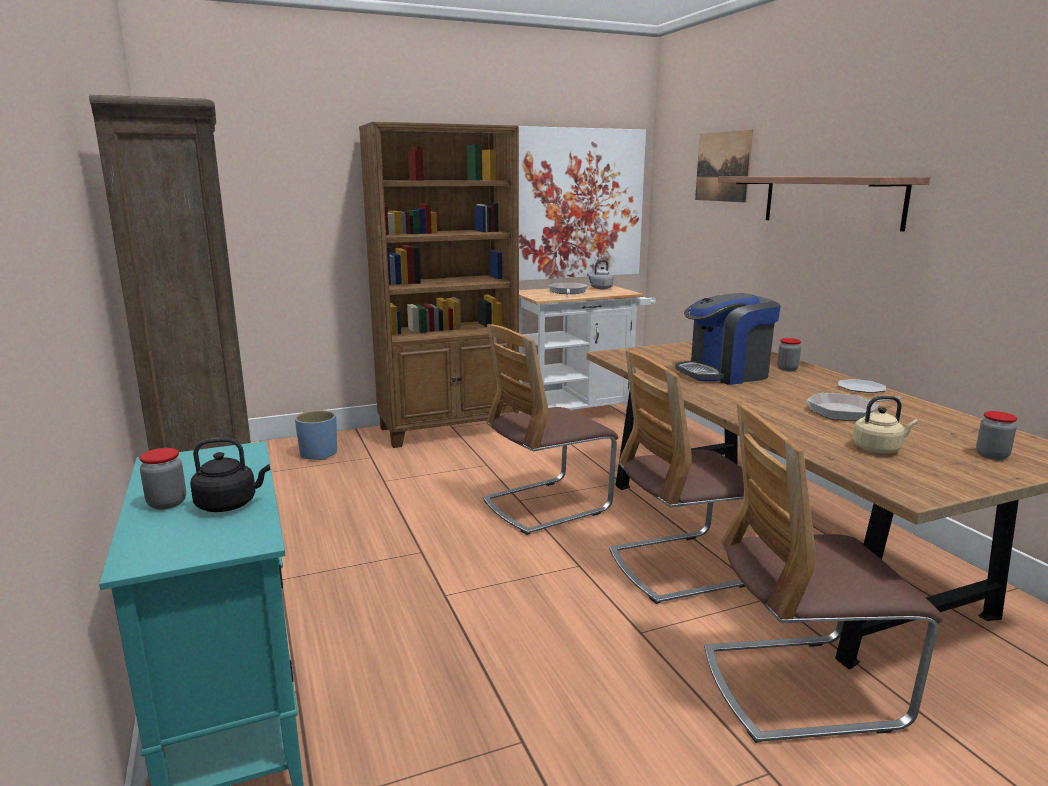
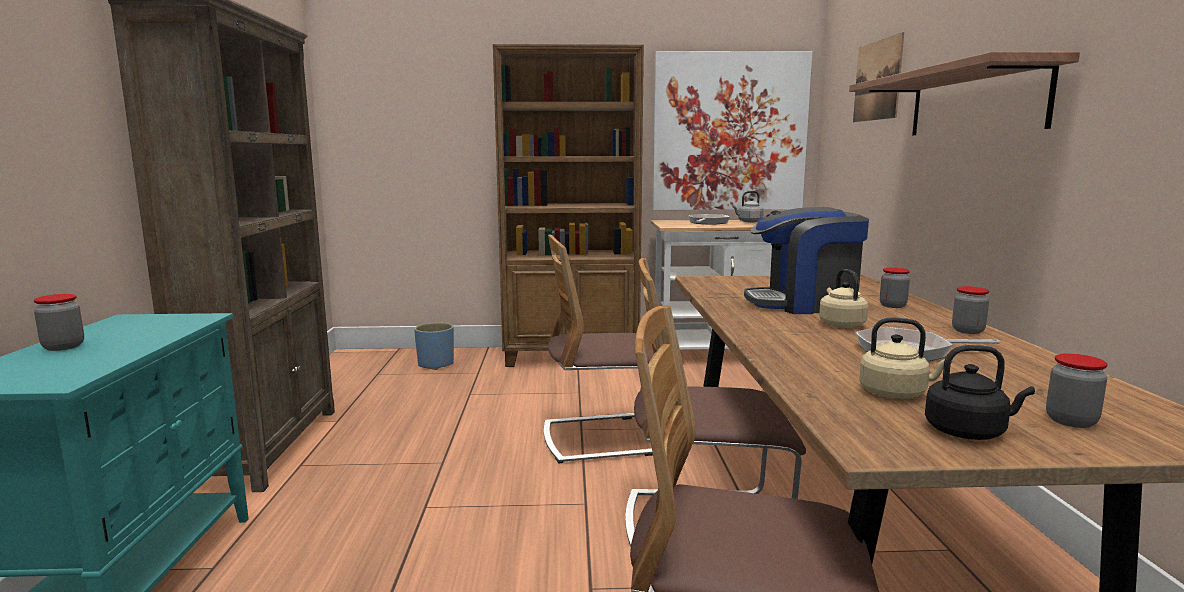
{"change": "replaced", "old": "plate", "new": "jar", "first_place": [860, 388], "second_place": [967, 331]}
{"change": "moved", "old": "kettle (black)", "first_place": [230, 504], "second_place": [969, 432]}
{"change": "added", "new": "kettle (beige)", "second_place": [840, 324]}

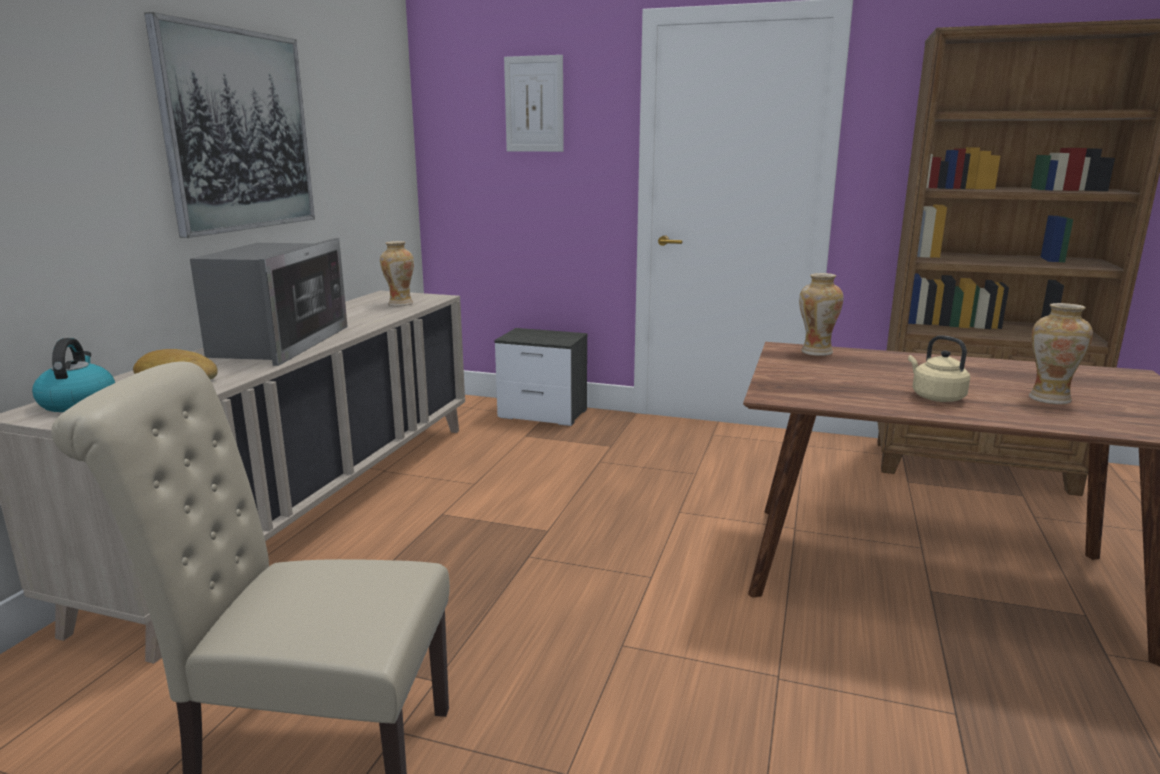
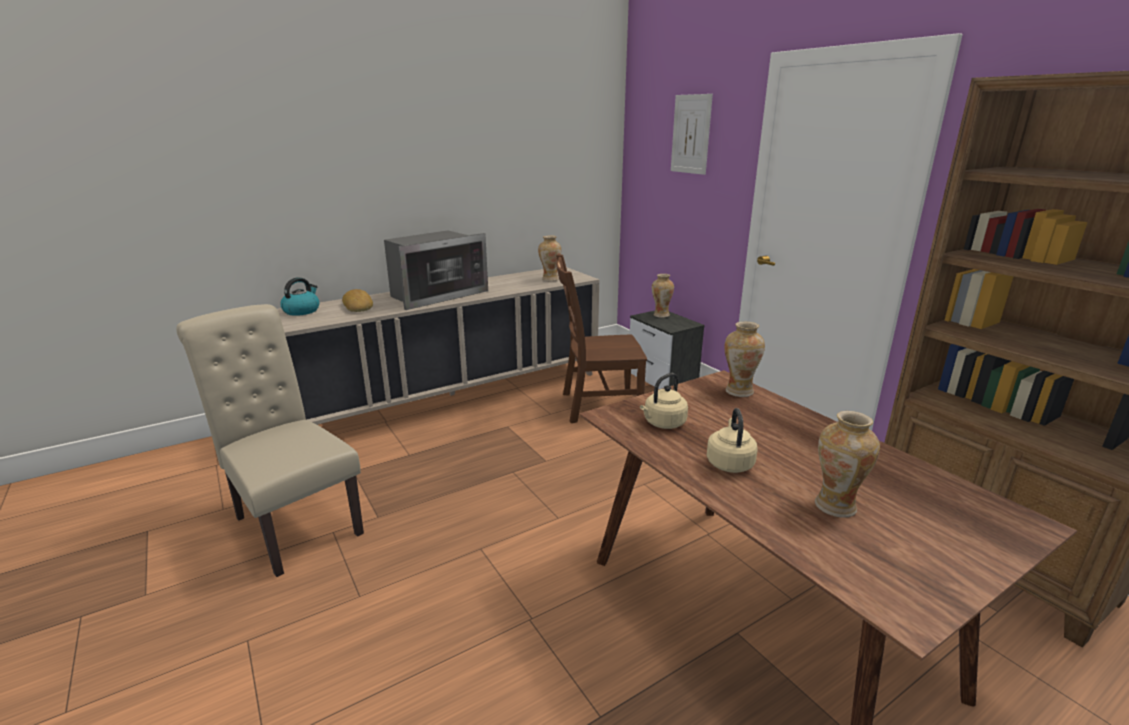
{"change": "removed", "old": "picture", "first_place": [238, 131]}
{"change": "added", "new": "chair (brown)", "second_place": [597, 406]}
{"change": "added", "new": "vase", "second_place": [660, 315]}
{"change": "added", "new": "kettle (beige)", "second_place": [663, 423]}

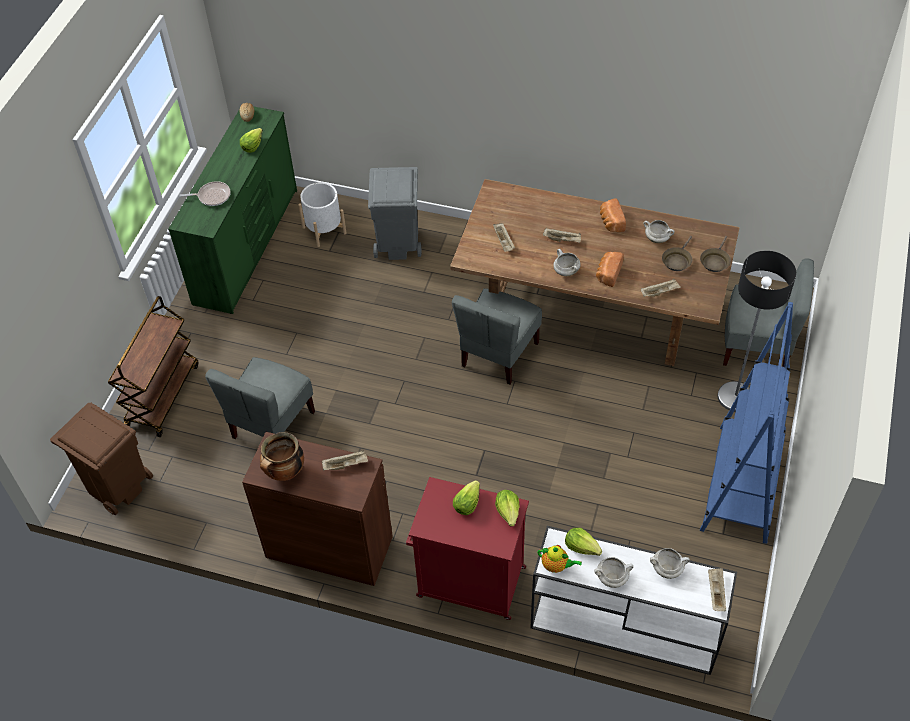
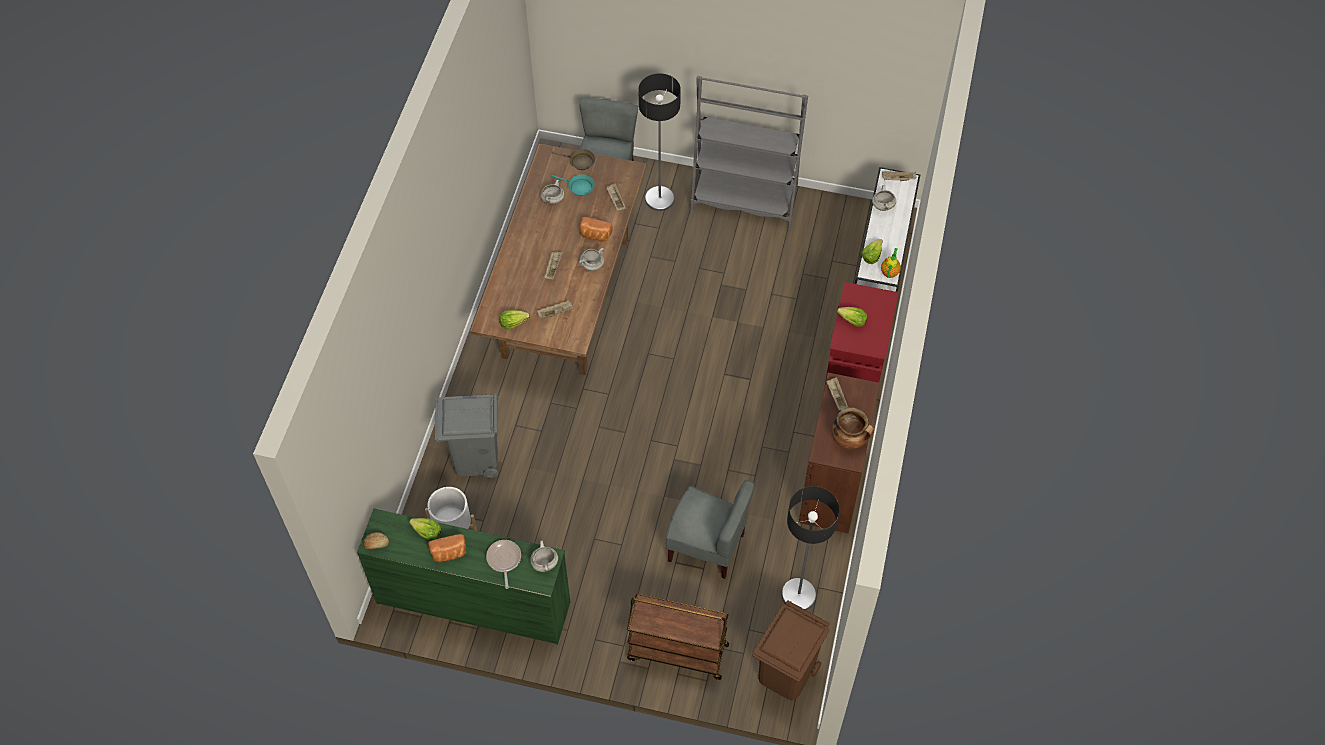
{"change": "moved", "old": "bread", "first_place": [610, 222], "second_place": [449, 554]}
{"change": "recoloured", "old": "frying pan (brown)", "new": "frying pan (turquoise)", "first_place": [677, 260], "second_place": [579, 187]}
{"change": "removed", "old": "chair (grey)", "first_place": [498, 354]}
{"change": "recoloured", "old": "bookcase (blue)", "new": "bookcase (grey)", "first_place": [742, 483], "second_place": [744, 200]}
{"change": "moved", "old": "lettuce", "first_place": [508, 512], "second_place": [513, 322]}
{"change": "moved", "old": "cooking pot (white)", "first_place": [612, 577], "second_place": [544, 563]}
{"change": "added", "new": "floor lamp", "second_place": [798, 595]}

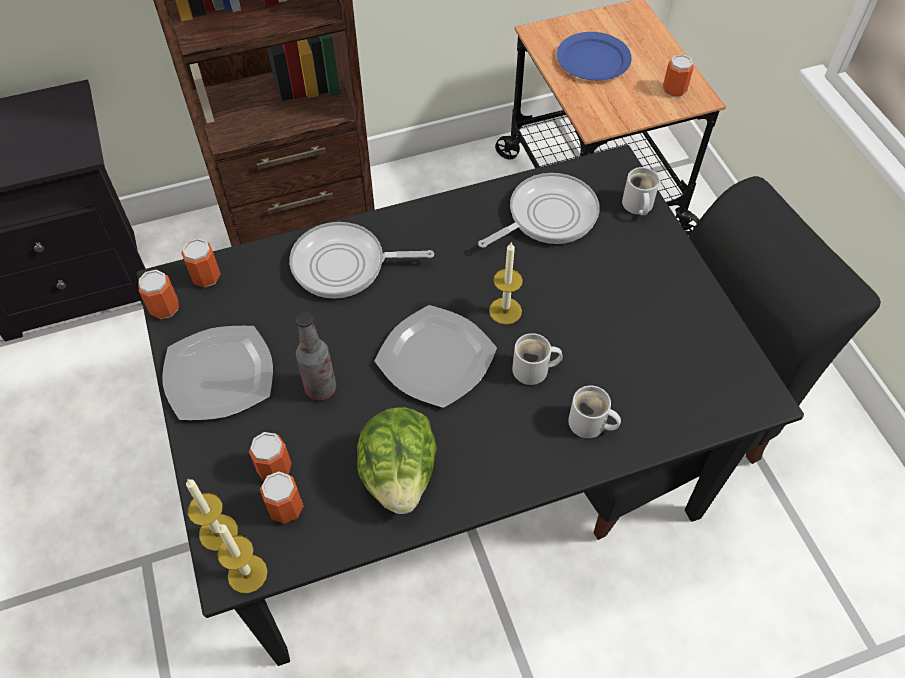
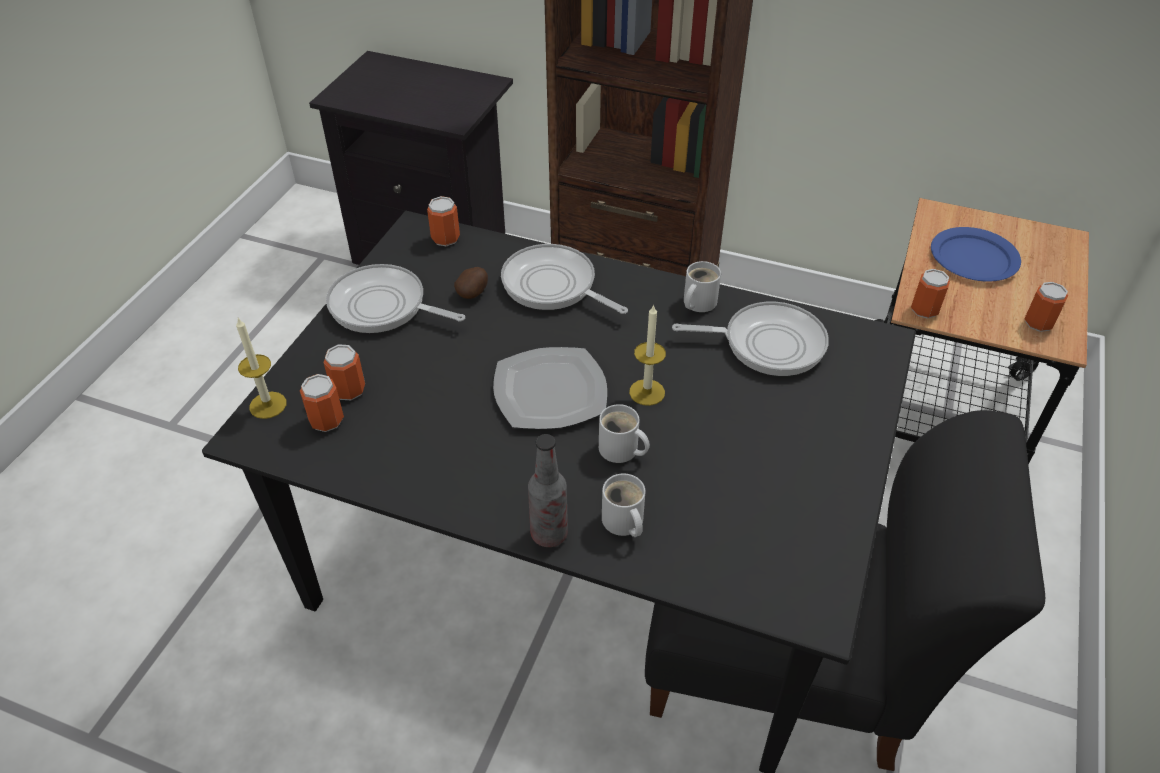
{"change": "moved", "old": "mug (white)", "first_place": [637, 205], "second_place": [697, 303]}
{"change": "moved", "old": "can", "first_place": [164, 308], "second_place": [924, 310]}
{"change": "moved", "old": "bottle", "first_place": [320, 388], "second_place": [549, 534]}
{"change": "replaced", "old": "plate", "new": "frying pan", "first_place": [220, 375], "second_place": [383, 307]}
{"change": "removed", "old": "lettuce", "first_place": [399, 475]}
{"change": "removed", "old": "candle", "first_place": [247, 574]}
{"change": "added", "new": "potato", "second_place": [473, 293]}

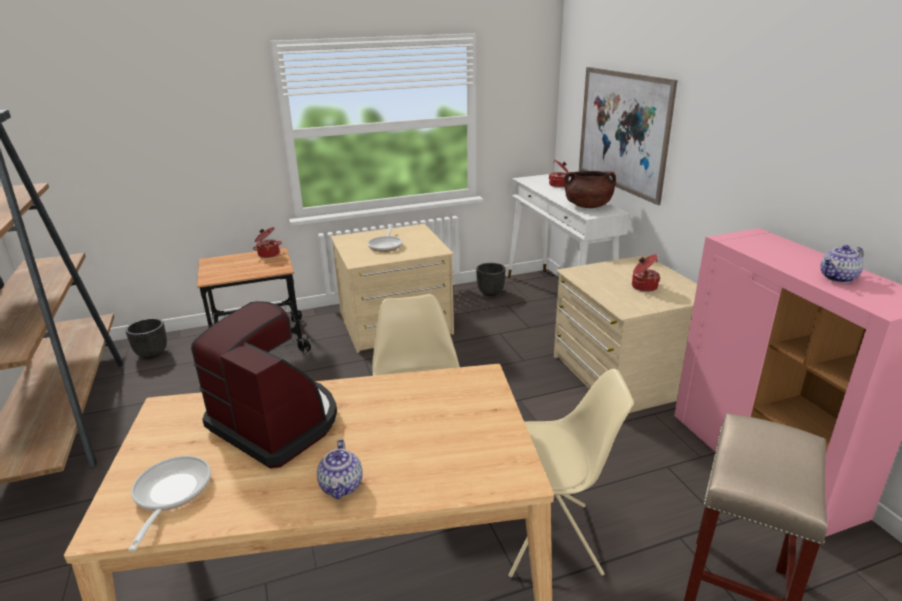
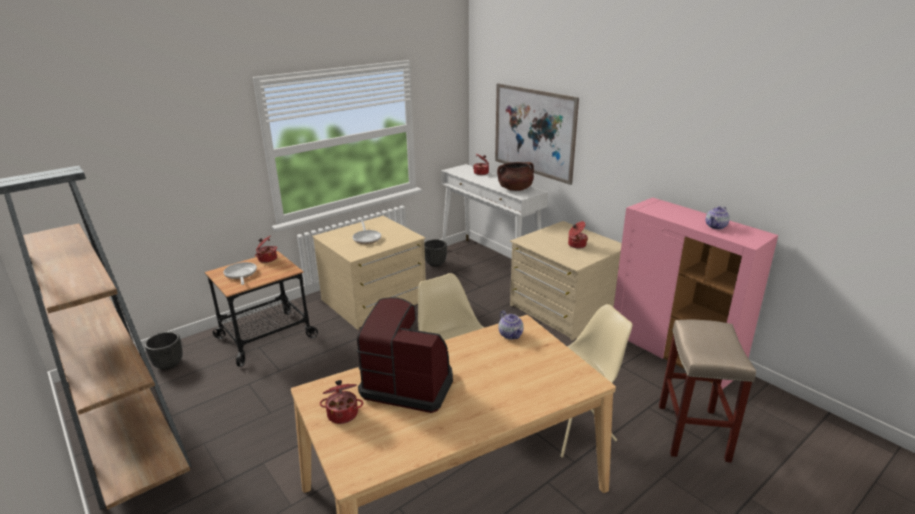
{"change": "moved", "old": "teapot", "first_place": [342, 486], "second_place": [511, 335]}
{"change": "moved", "old": "frying pan", "first_place": [170, 494], "second_place": [241, 275]}
{"change": "added", "new": "cooking pot", "second_place": [343, 413]}

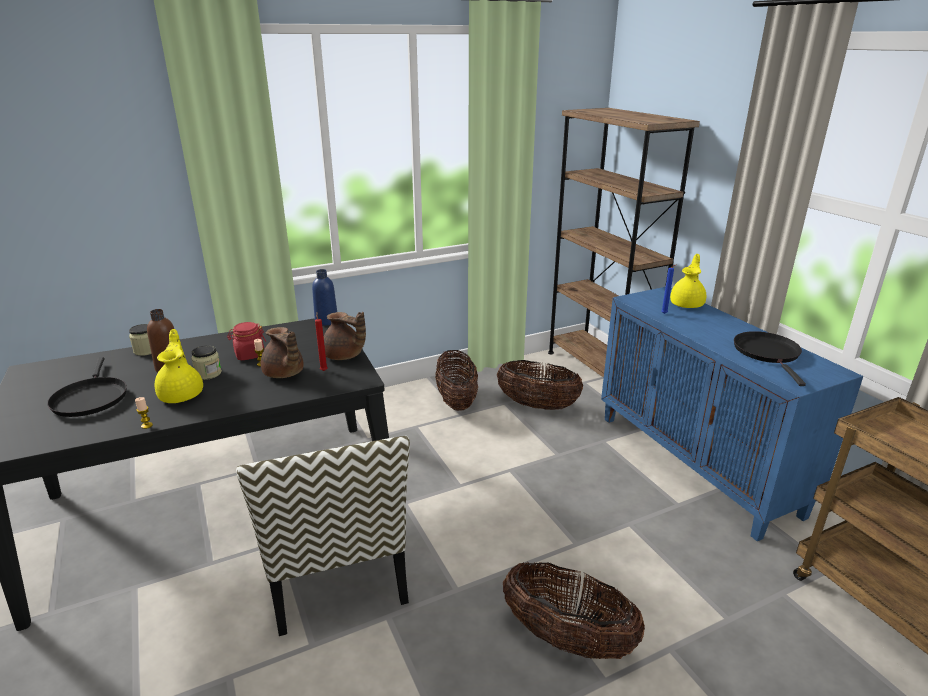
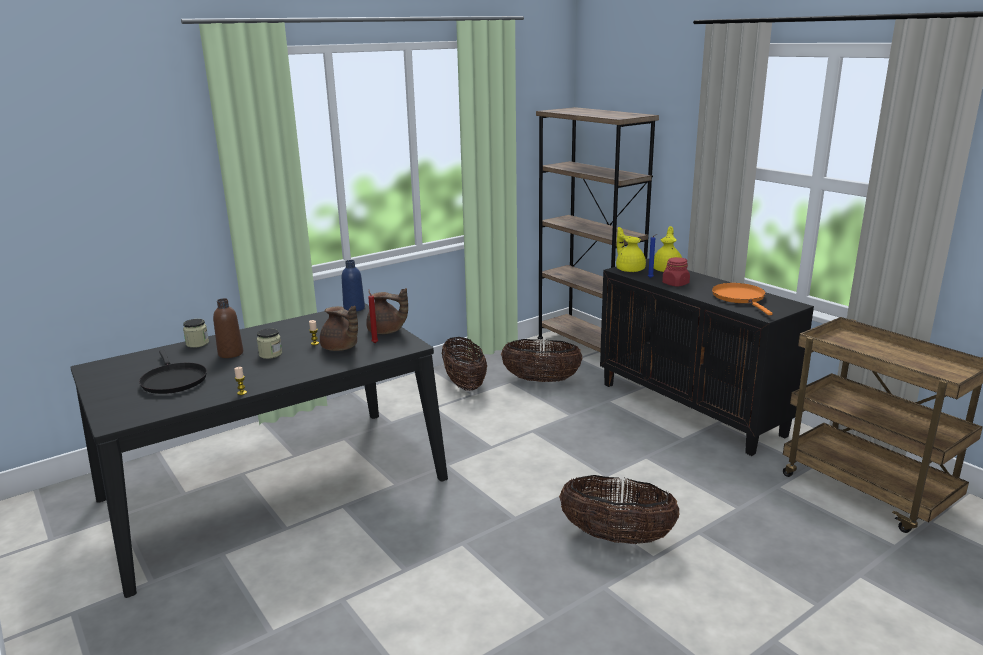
{"change": "recoloured", "old": "cabinet (blue)", "new": "cabinet (black)", "first_place": [696, 464], "second_place": [691, 409]}
{"change": "moved", "old": "jar (red)", "first_place": [249, 355], "second_place": [675, 284]}
{"change": "moved", "old": "teapot (yellow)", "first_place": [182, 394], "second_place": [629, 269]}
{"change": "recoloured", "old": "frying pan (black)", "new": "frying pan (orange)", "first_place": [768, 353], "second_place": [740, 298]}
{"change": "removed", "old": "chair", "first_place": [337, 570]}

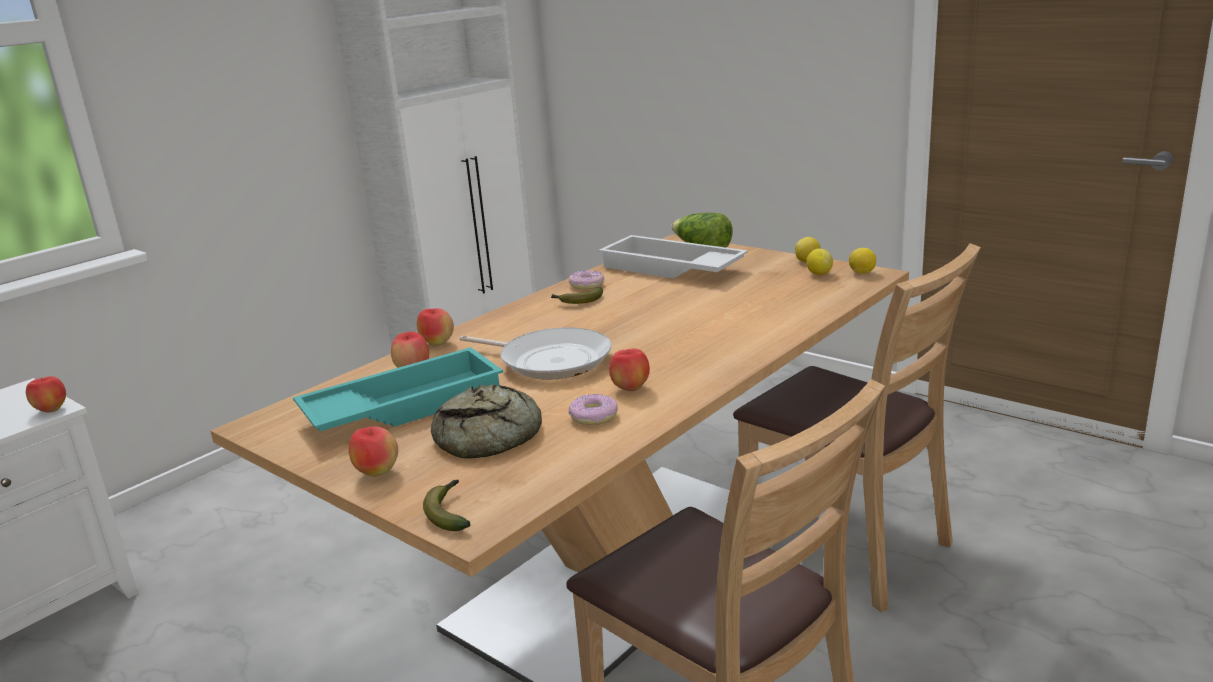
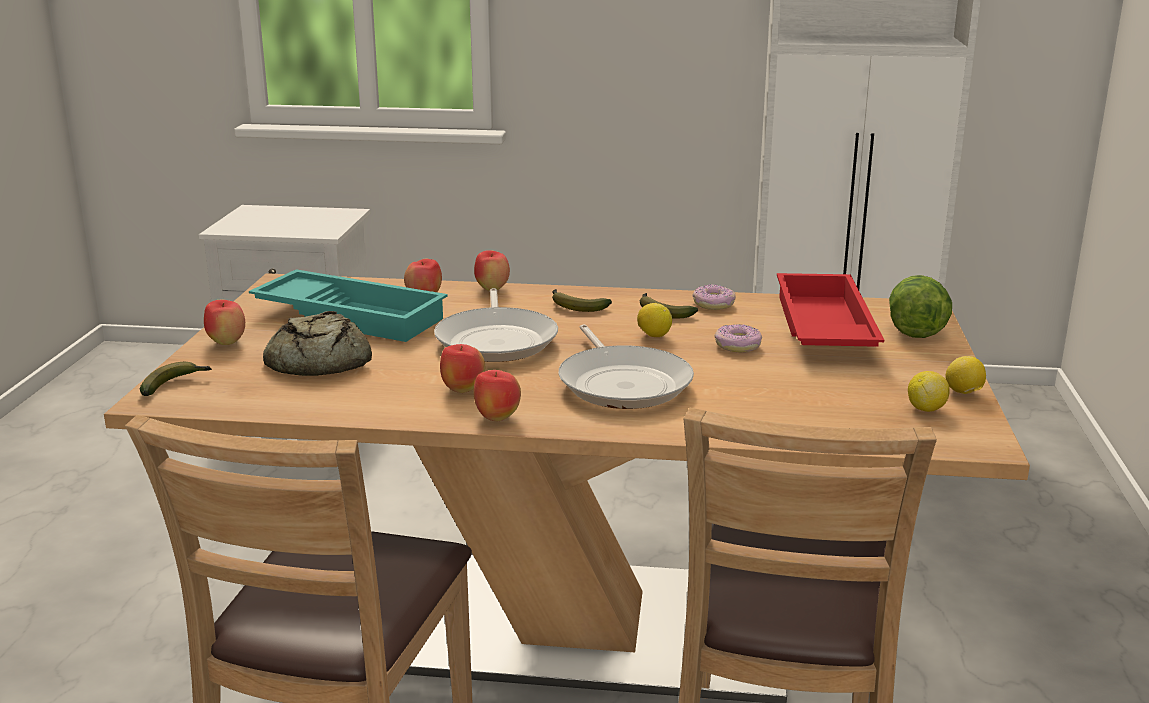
{"change": "recoloured", "old": "tray (white)", "new": "tray (red)", "first_place": [670, 269], "second_place": [821, 327]}
{"change": "moved", "old": "lemon", "first_place": [862, 273], "second_place": [653, 336]}
{"change": "moved", "old": "apple", "first_place": [52, 410], "second_place": [496, 418]}
{"change": "moved", "old": "donut", "first_place": [593, 417], "second_place": [737, 345]}
{"change": "added", "new": "banana", "second_place": [575, 306]}
{"change": "added", "new": "frying pan", "second_place": [623, 383]}

